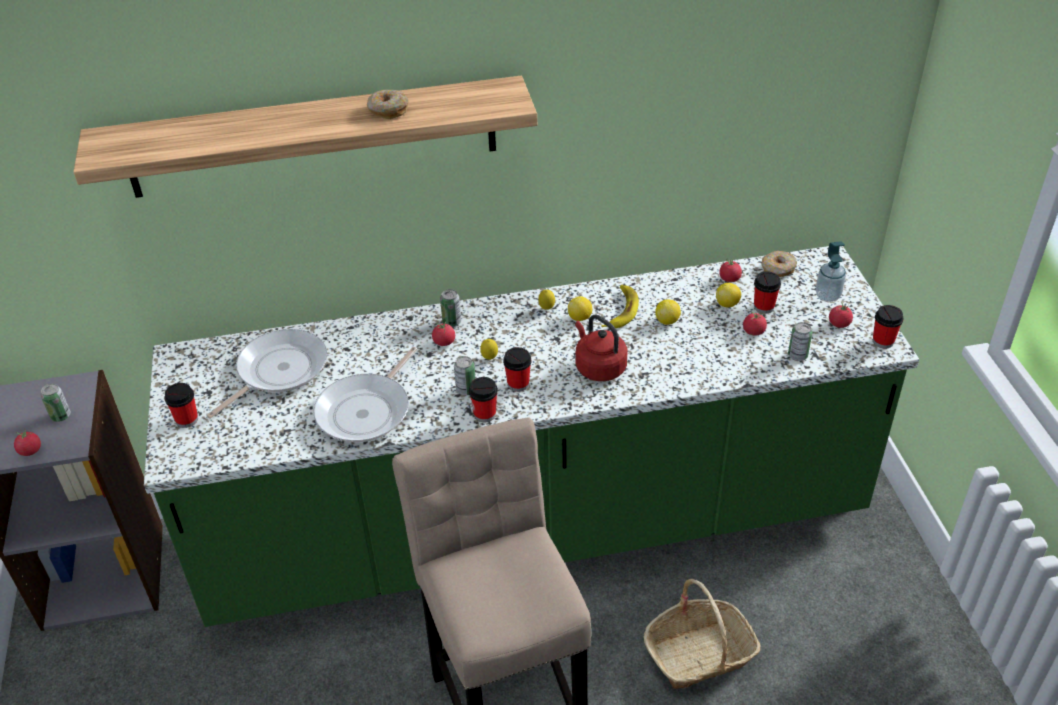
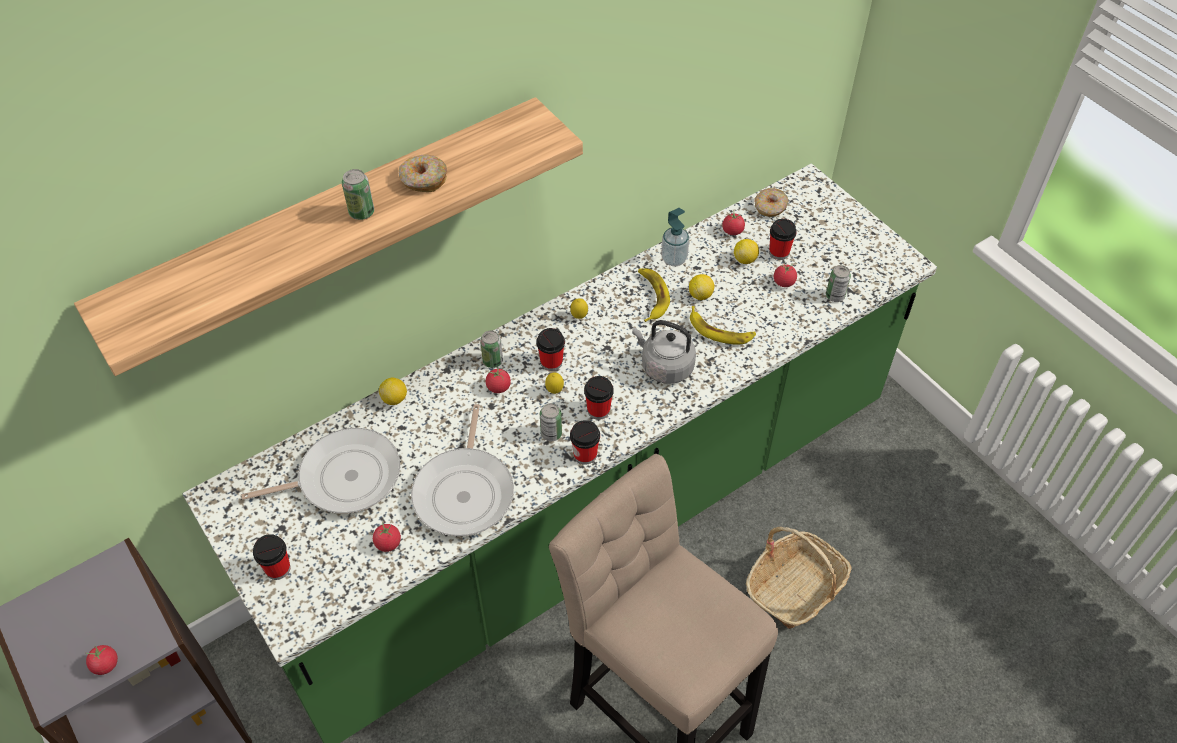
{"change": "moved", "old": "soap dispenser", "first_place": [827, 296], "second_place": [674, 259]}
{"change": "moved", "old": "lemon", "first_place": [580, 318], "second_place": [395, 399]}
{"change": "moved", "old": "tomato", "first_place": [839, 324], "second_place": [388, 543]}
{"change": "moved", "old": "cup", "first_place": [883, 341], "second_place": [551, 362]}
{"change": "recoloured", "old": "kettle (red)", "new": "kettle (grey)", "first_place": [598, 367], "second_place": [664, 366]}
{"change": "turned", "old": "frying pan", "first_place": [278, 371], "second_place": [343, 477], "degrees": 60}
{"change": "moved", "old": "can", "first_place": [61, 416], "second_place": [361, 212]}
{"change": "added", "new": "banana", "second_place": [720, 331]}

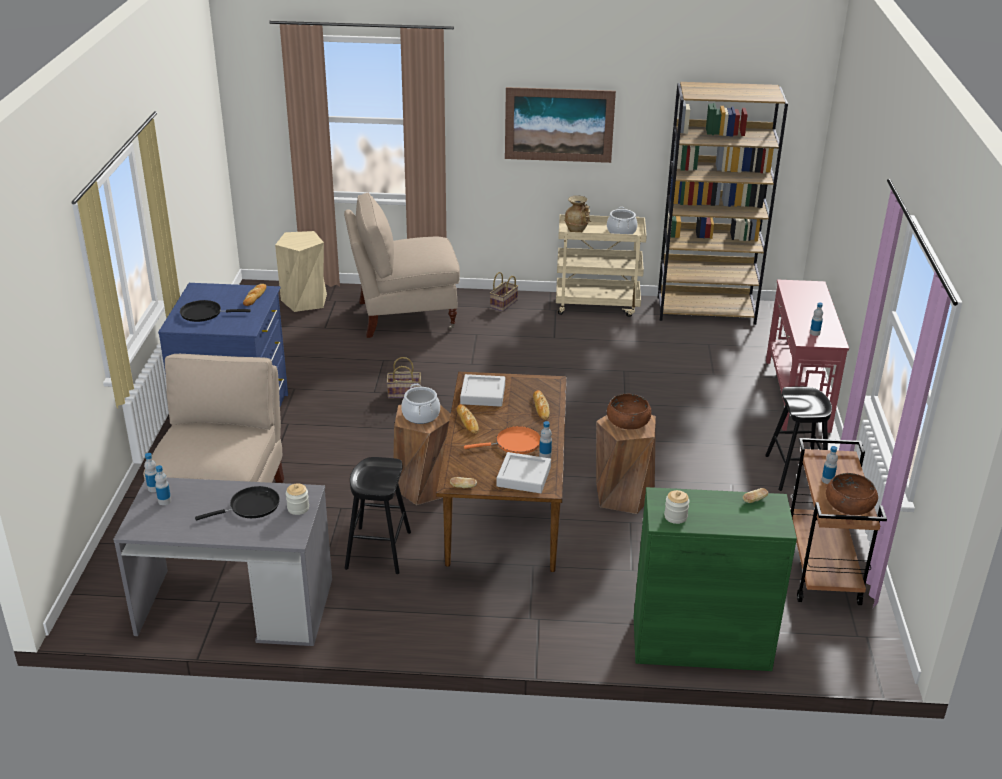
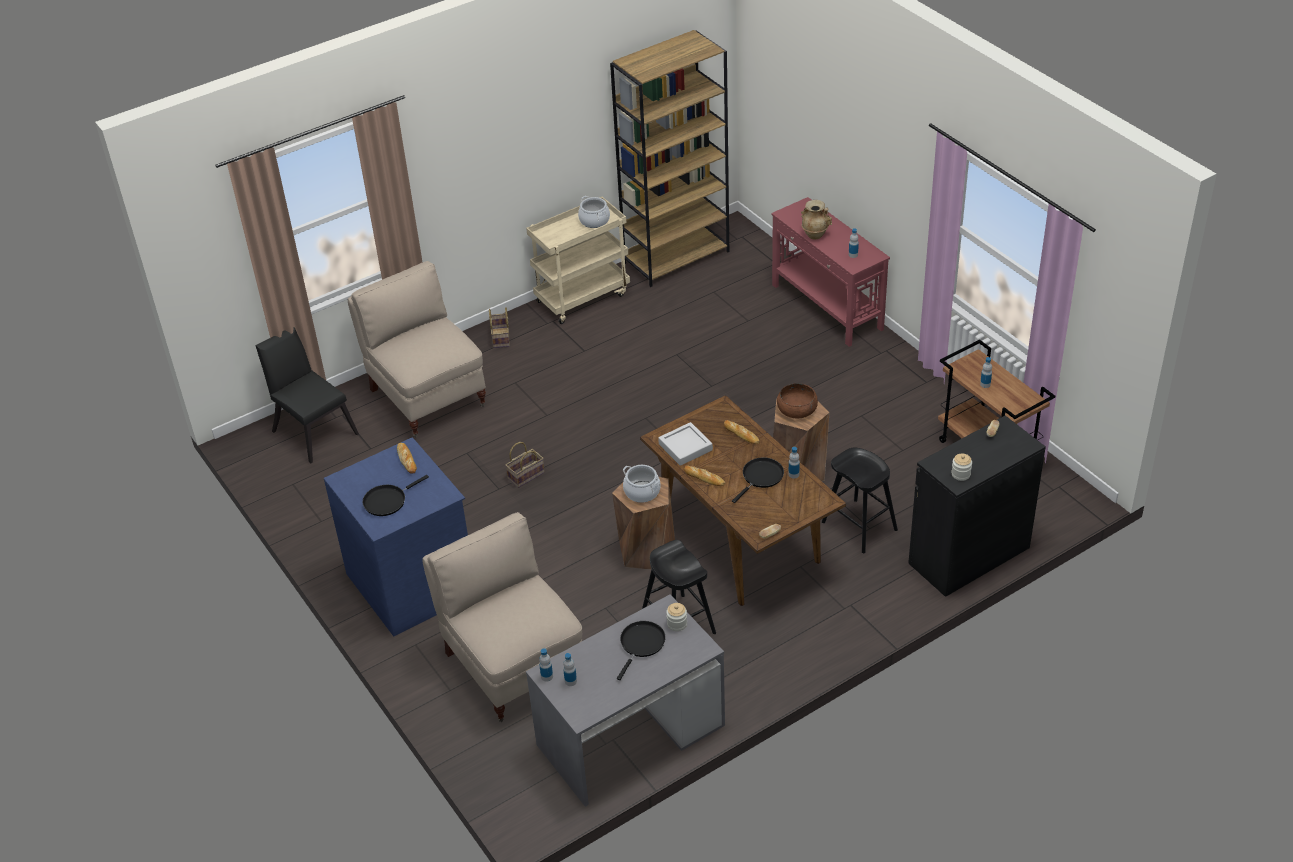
{"change": "removed", "old": "picture", "first_place": [559, 125]}
{"change": "turned", "old": "chair (beige)", "first_place": [404, 315], "second_place": [427, 397], "degrees": 105}
{"change": "moved", "old": "vase (beige)", "first_place": [577, 230], "second_place": [815, 234]}
{"change": "replaced", "old": "stool (beige)", "new": "chair (black)", "first_place": [305, 301], "second_place": [313, 429]}
{"change": "moved", "old": "stool (black)", "first_place": [796, 472], "second_place": [859, 526]}
{"change": "recoloured", "old": "frying pan (orange)", "new": "frying pan (black)", "first_place": [514, 444], "second_place": [761, 477]}
{"change": "removed", "old": "tray (grey)", "first_place": [523, 477]}
{"change": "removed", "old": "bowl (brown)", "first_place": [849, 505]}
{"change": "recoloured", "old": "cabinet (green)", "new": "cabinet (black)", "first_place": [701, 643], "second_place": [969, 555]}

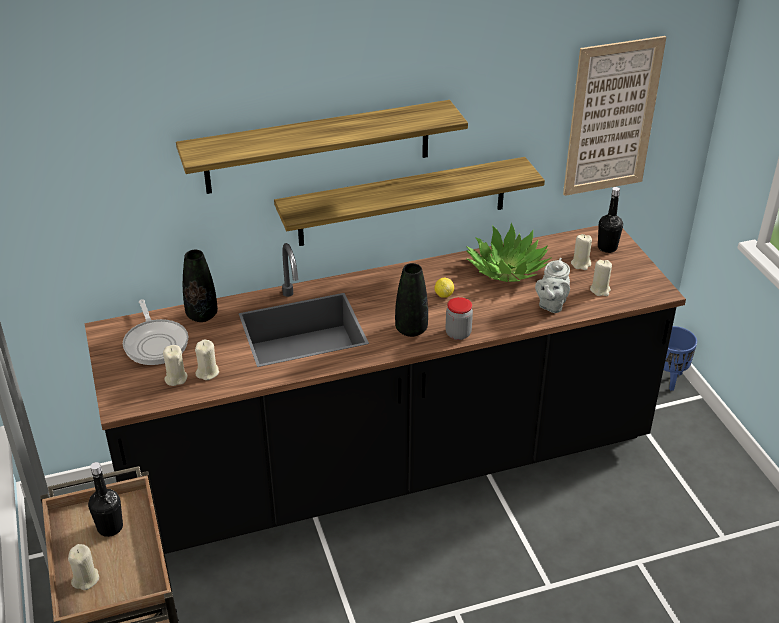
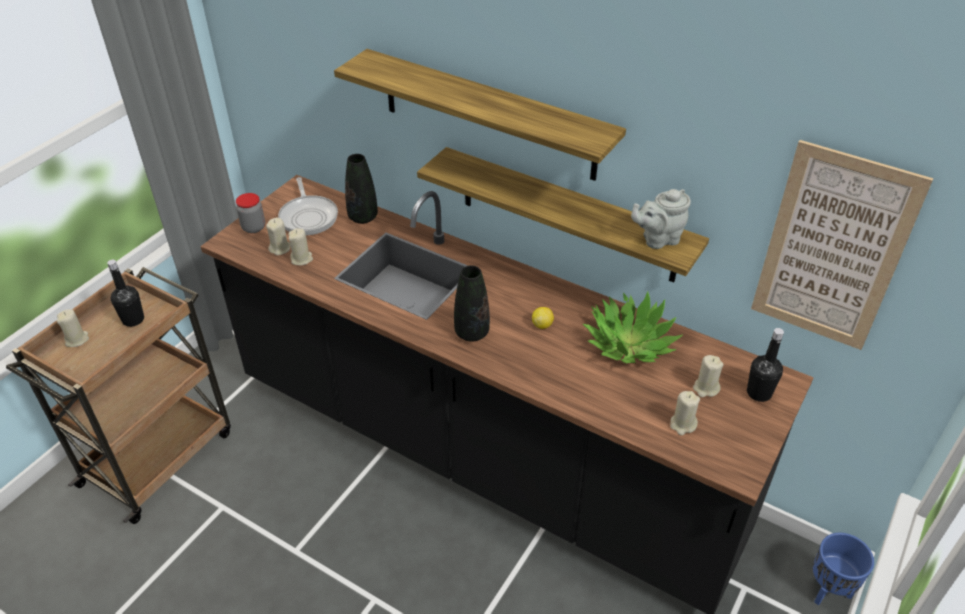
{"change": "moved", "old": "teapot (grey)", "first_place": [551, 305], "second_place": [658, 239]}
{"change": "moved", "old": "jar", "first_place": [458, 334], "second_place": [253, 227]}
{"change": "turned", "old": "frying pan", "first_place": [156, 343], "second_place": [308, 216], "degrees": -45}

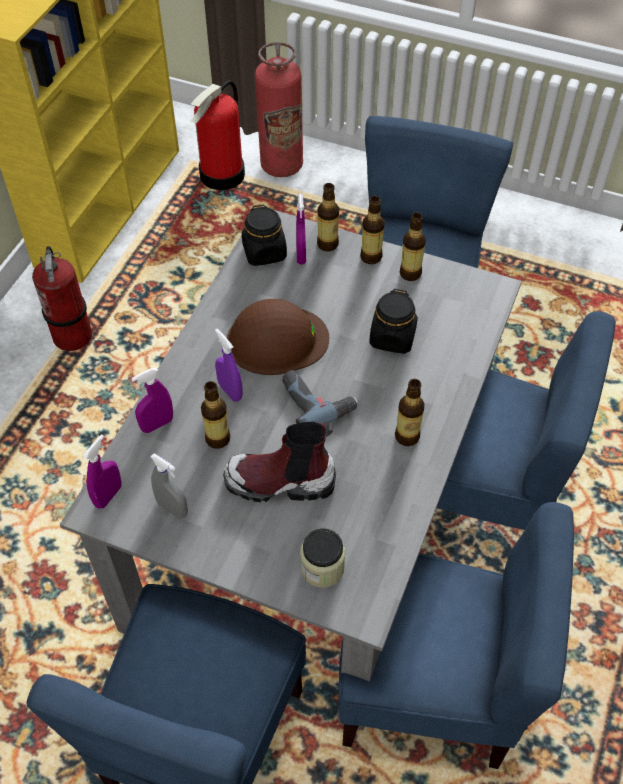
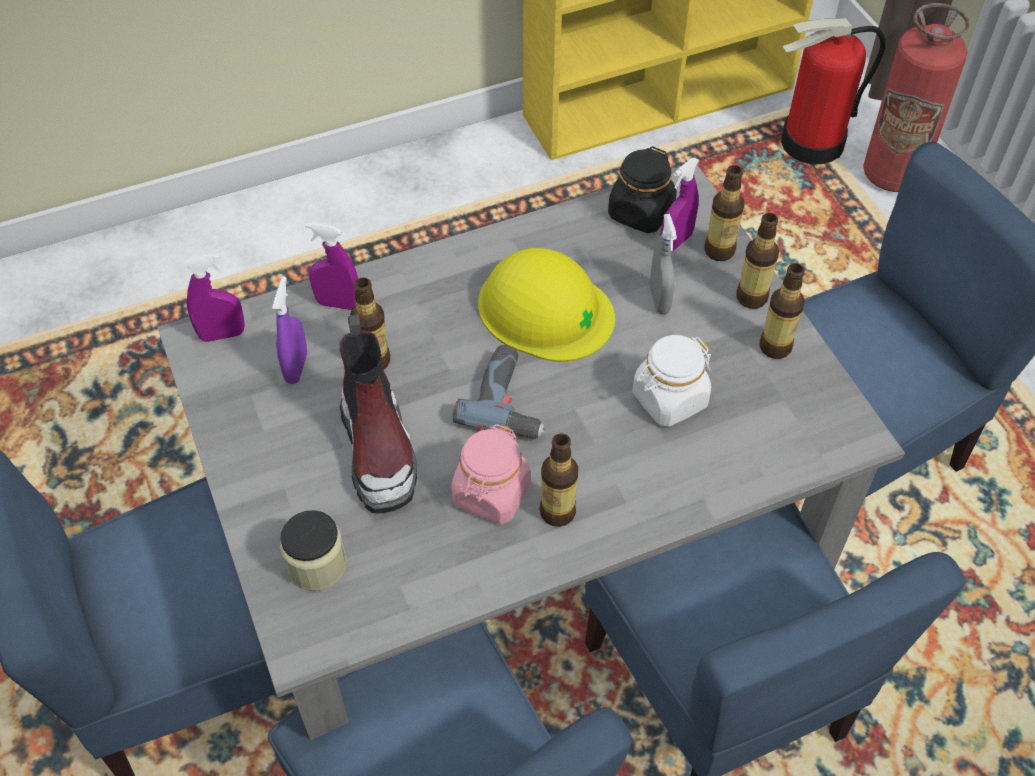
{"change": "removed", "old": "fire extinguisher", "first_place": [73, 335]}
{"change": "recoloured", "old": "jar (black)", "new": "jar (white)", "first_place": [392, 338], "second_place": [669, 399]}
{"change": "recoloured", "old": "hard hat (brown)", "new": "hard hat (yellow)", "first_place": [276, 340], "second_place": [545, 309]}
{"change": "moved", "old": "spray bottle (purple)", "first_place": [230, 391], "second_place": [296, 367]}
{"change": "turned", "old": "boot", "first_place": [280, 482], "second_place": [379, 450], "degrees": -150}
{"change": "moved", "old": "spray bottle (grey)", "first_place": [172, 508], "second_place": [659, 300]}
{"change": "added", "new": "jar (pink)", "second_place": [491, 494]}

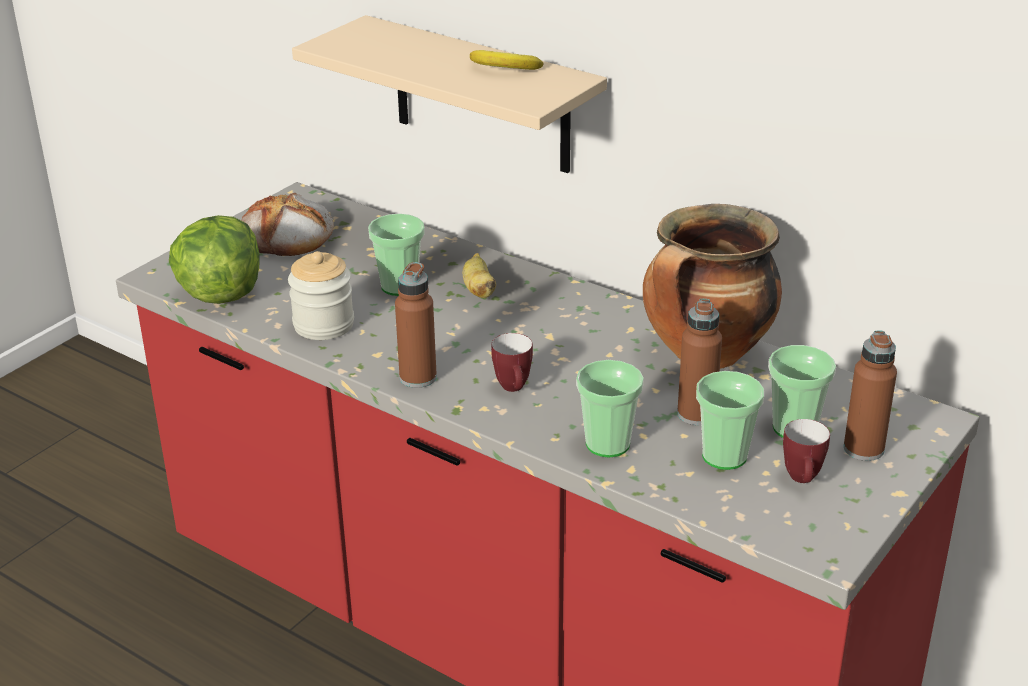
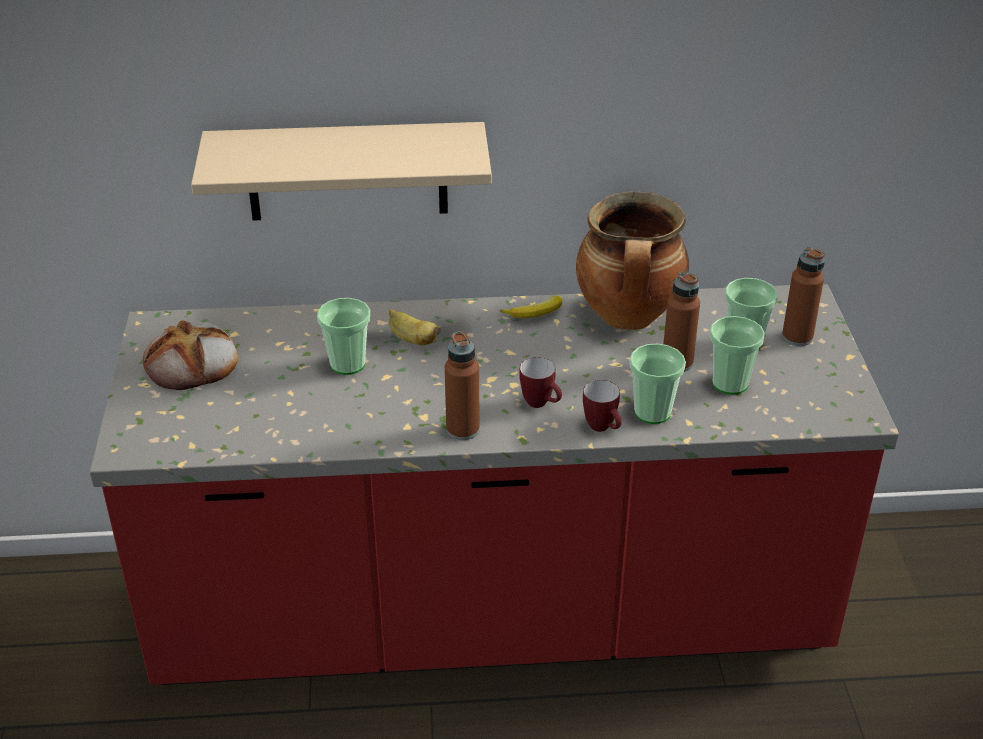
{"change": "moved", "old": "banana", "first_place": [503, 69], "second_place": [535, 314]}
{"change": "removed", "old": "lettuce", "first_place": [220, 293]}
{"change": "removed", "old": "jar", "first_place": [323, 325]}
{"change": "moved", "old": "mug", "first_place": [803, 480], "second_place": [603, 428]}

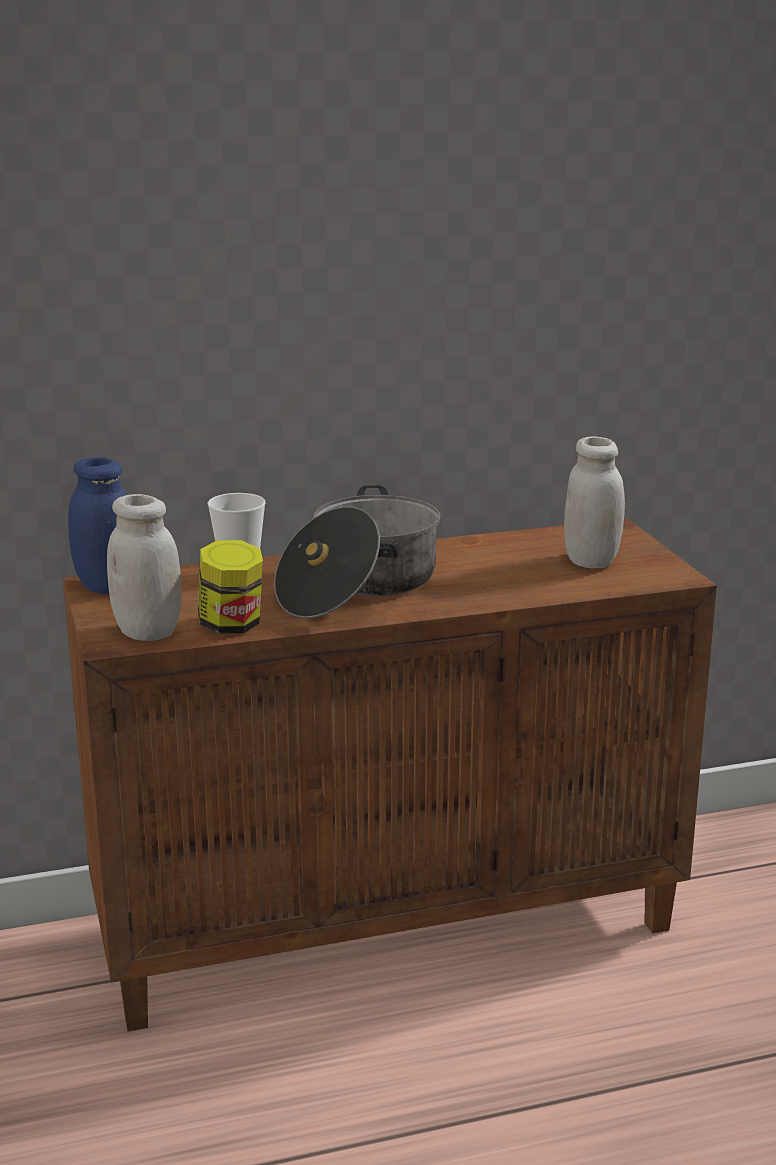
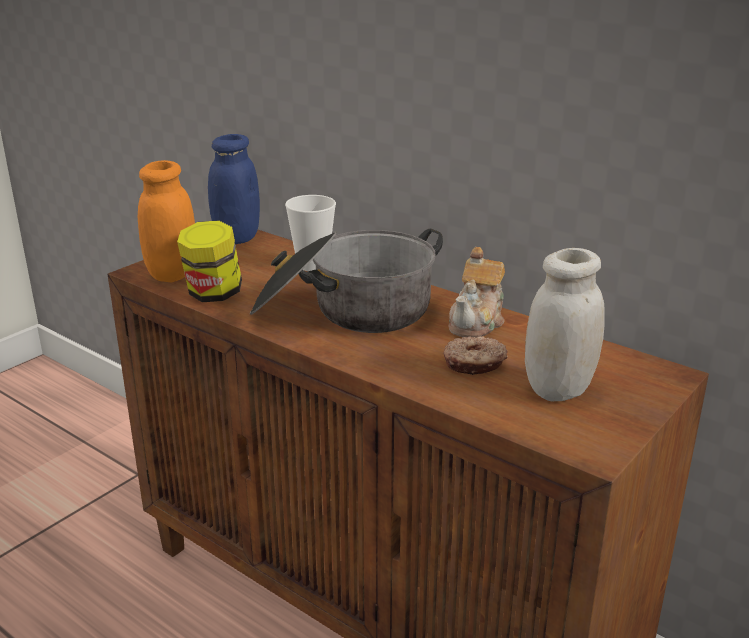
{"change": "recoloured", "old": "jar (white)", "new": "jar (orange)", "first_place": [148, 632], "second_place": [172, 274]}
{"change": "added", "new": "teapot", "second_place": [477, 322]}
{"change": "added", "new": "donut", "second_place": [474, 364]}

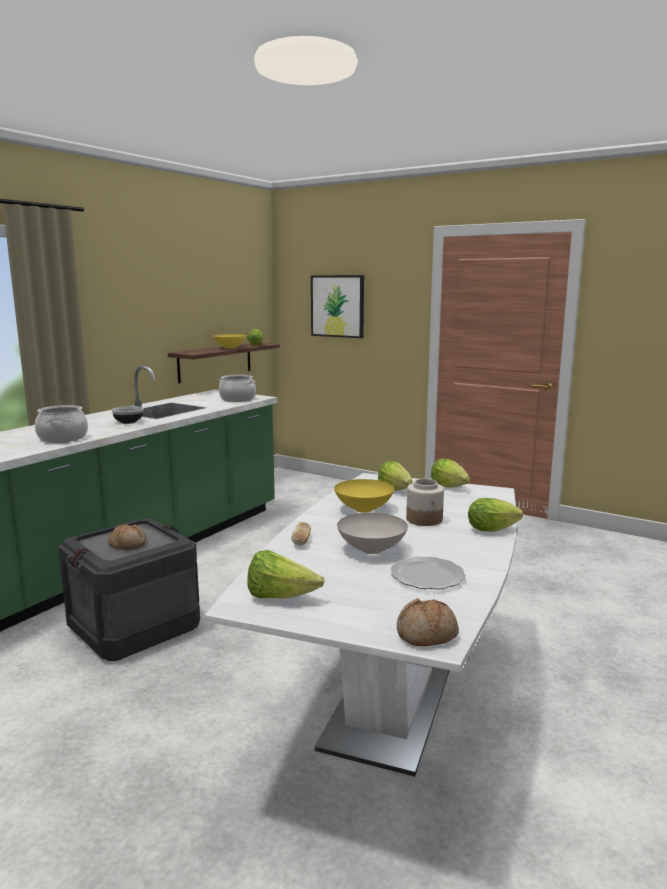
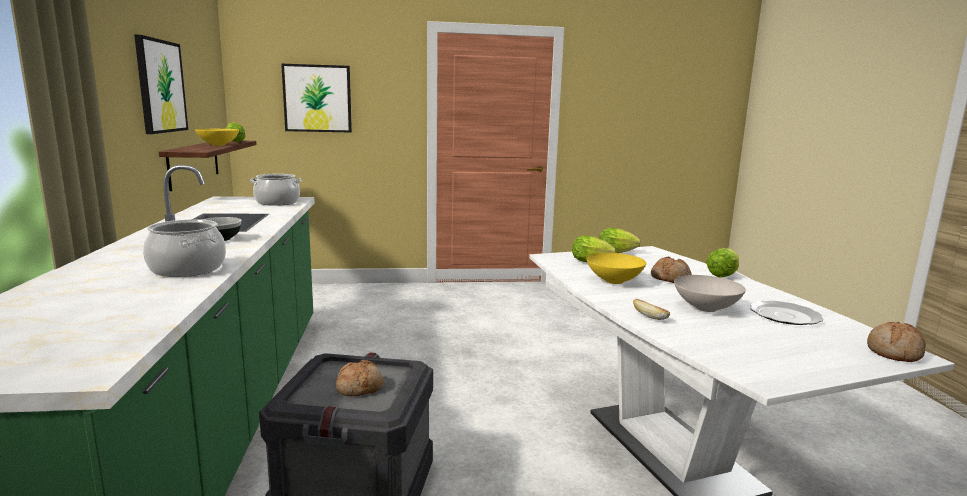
{"change": "replaced", "old": "jar", "new": "bread", "first_place": [424, 519], "second_place": [670, 278]}
{"change": "removed", "old": "lettuce", "first_place": [280, 597]}
{"change": "added", "new": "picture", "second_place": [160, 86]}

